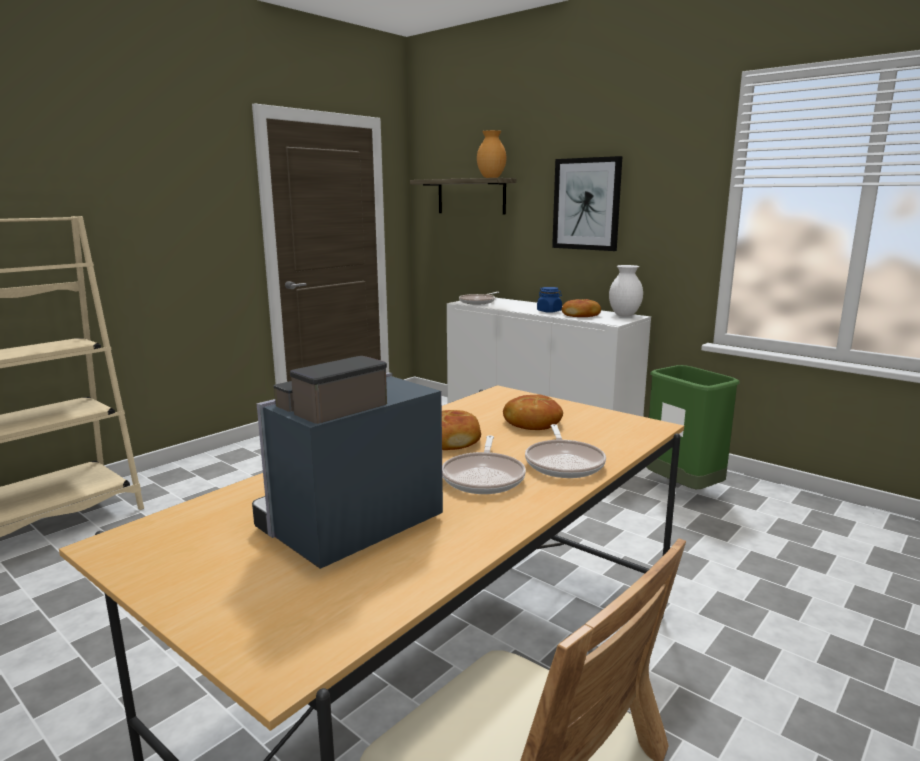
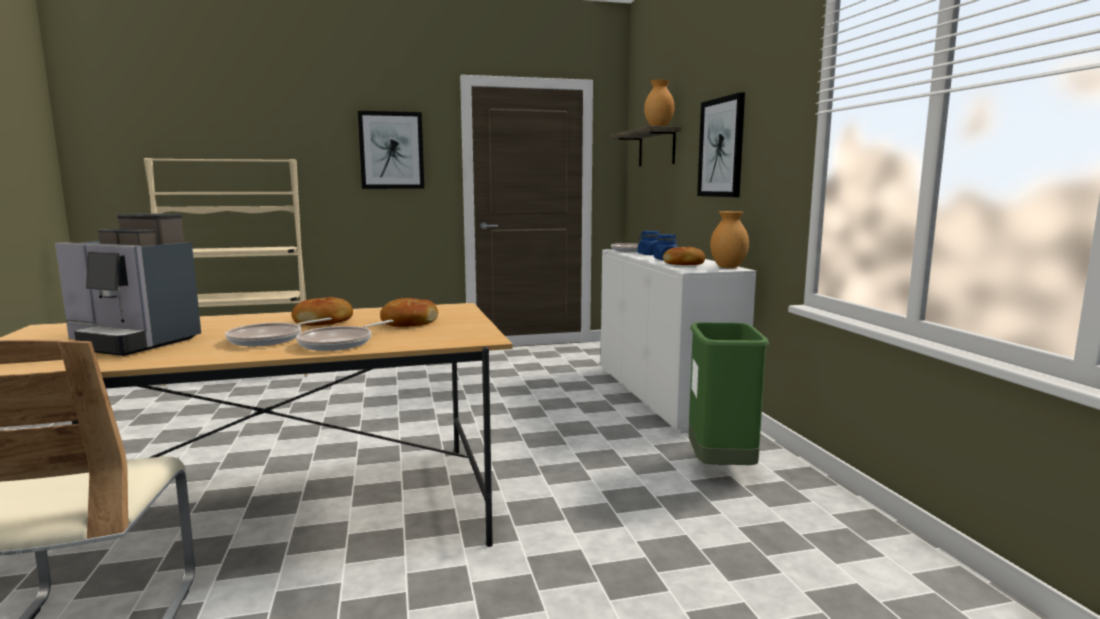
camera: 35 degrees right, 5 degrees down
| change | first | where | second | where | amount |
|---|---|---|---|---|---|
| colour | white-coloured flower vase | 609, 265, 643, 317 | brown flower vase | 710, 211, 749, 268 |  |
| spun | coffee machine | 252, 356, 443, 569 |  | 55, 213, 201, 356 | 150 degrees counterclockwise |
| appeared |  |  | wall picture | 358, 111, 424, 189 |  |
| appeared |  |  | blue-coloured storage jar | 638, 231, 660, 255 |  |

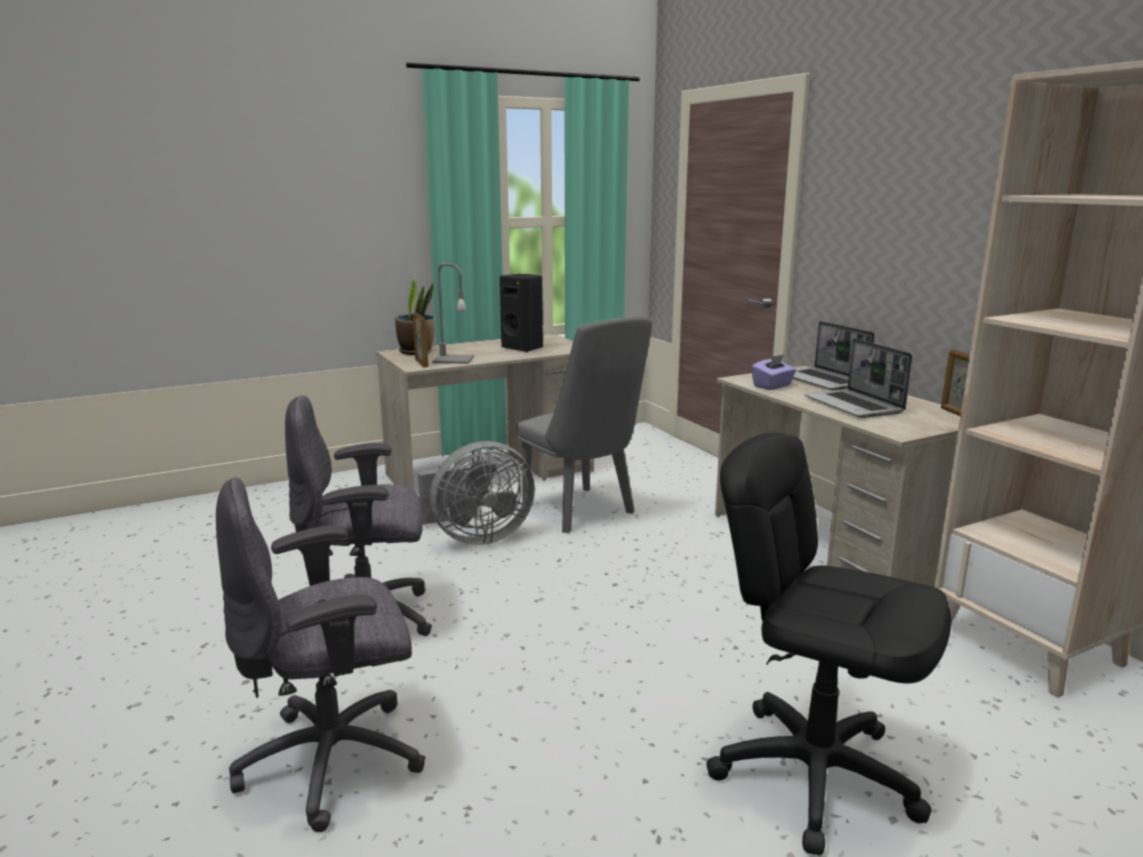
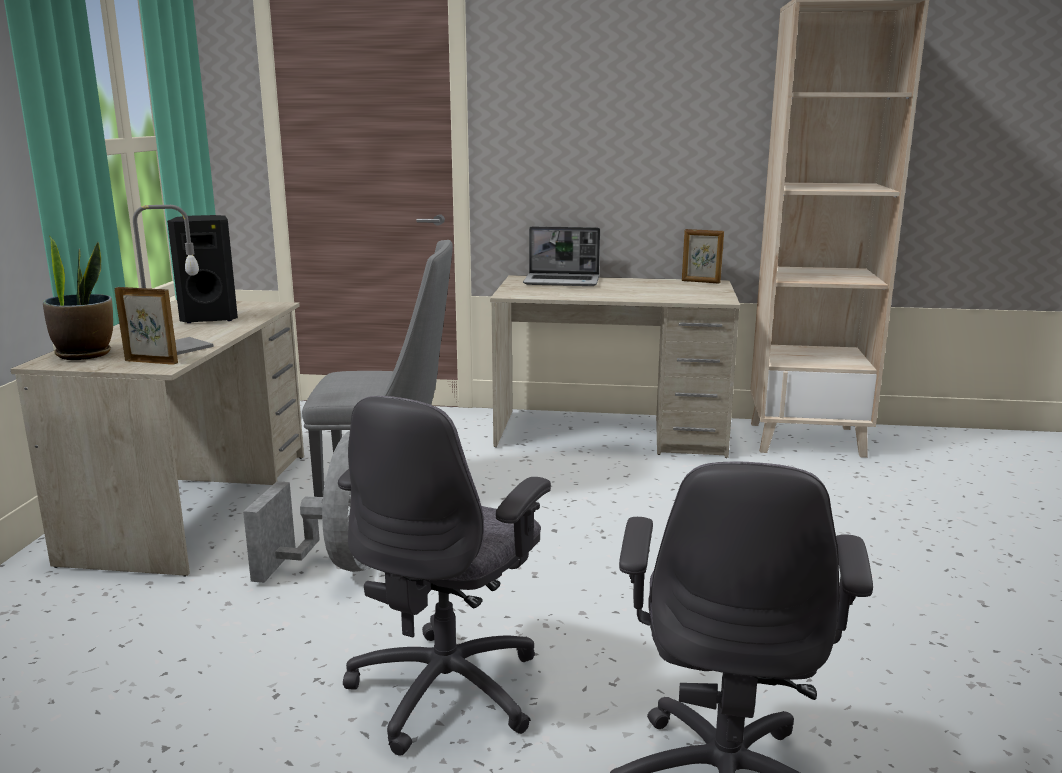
camera: 55 degrees left, 0 degrees up
| change | first | where | second | where | amount |
|---|---|---|---|---|---|
| missing | notebook computer | 804, 338, 912, 418 |  |  |  |
| missing | purple tissue holder | 751, 354, 796, 390 |  |  |  |
| missing | blackish office chair | 706, 432, 952, 856 |  |  |  |

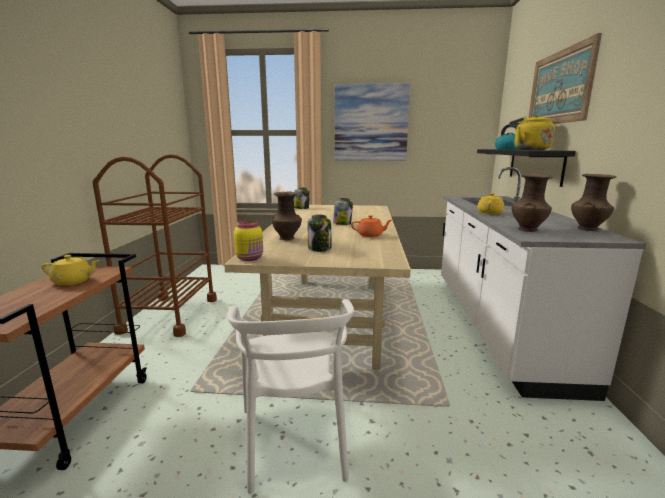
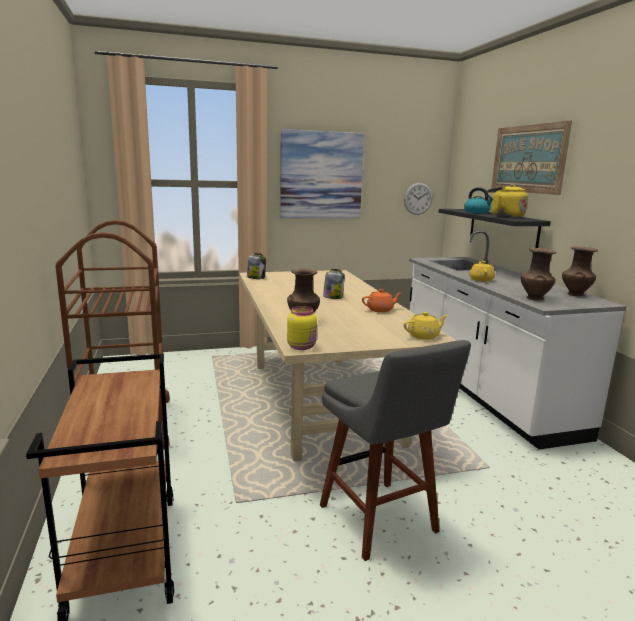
camera: 20 degrees left, 0 degrees up
| change | first | where | second | where | amount |
|---|---|---|---|---|---|
| missing | storage jar | 307, 214, 331, 252 |  |  |  |
| relocated | yellowish tea pot | 42, 255, 100, 285 |  | 404, 312, 448, 340 |  |
| exchanged | white-coloured chair | 227, 299, 354, 494 | grey sitting stool | 320, 340, 471, 561 |  |
| appeared |  |  | clock on the wall | 404, 183, 433, 215 |  |

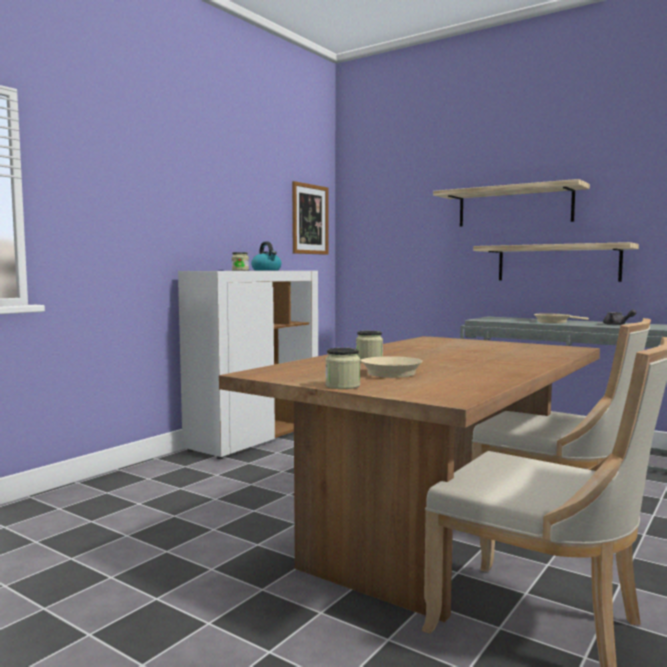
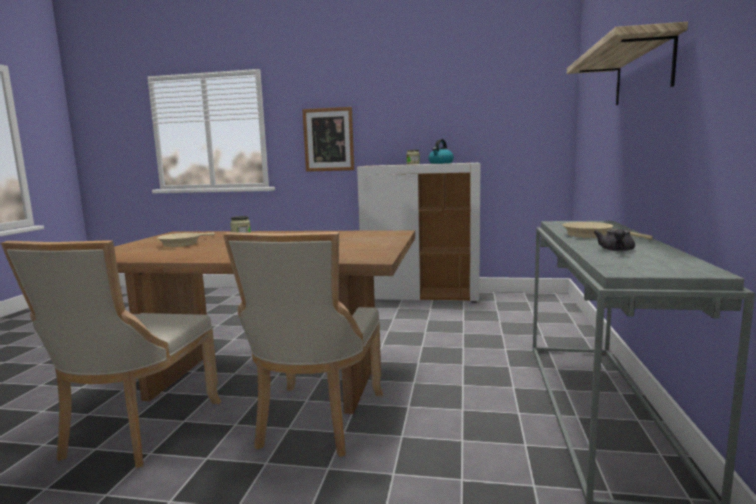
camera: 65 degrees right, 5 degrees up
| change | first | where | second | where | amount |
|---|---|---|---|---|---|
| relocated | wall picture | 292, 181, 328, 255 |  | 302, 107, 354, 172 |  |
| missing | bracket shelf | 473, 242, 639, 282 |  |  |  |
| missing | storage jar | 325, 348, 360, 389 |  |  |  |

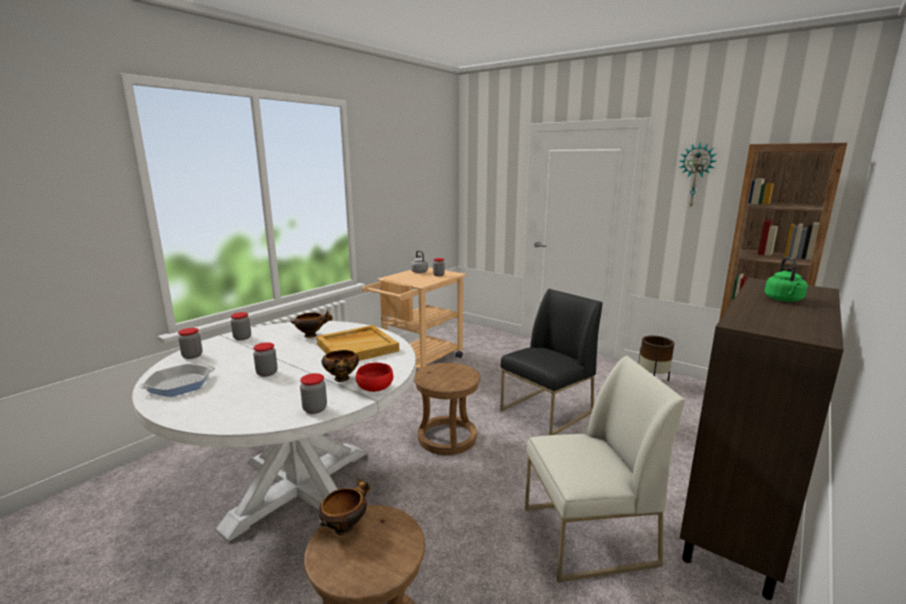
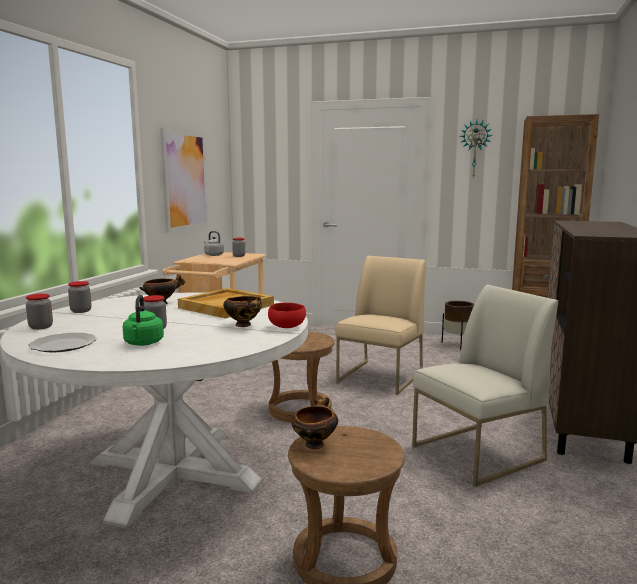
camera: 20 degrees left, 5 degrees down
| change | first | where | second | where | amount |
|---|---|---|---|---|---|
| relocated | greenish kettle | 765, 257, 808, 302 |  | 123, 295, 164, 346 |  |
| colour | blackish chair | 500, 289, 602, 435 | sand-coloured chair | 335, 256, 426, 395 |  |
| exchanged | pan | 138, 364, 215, 397 | dinner plate | 28, 333, 97, 352 |  |
| missing | storage jar | 300, 373, 327, 414 |  |  |  |
| appeared |  |  | wall picture | 160, 128, 208, 233 |  |

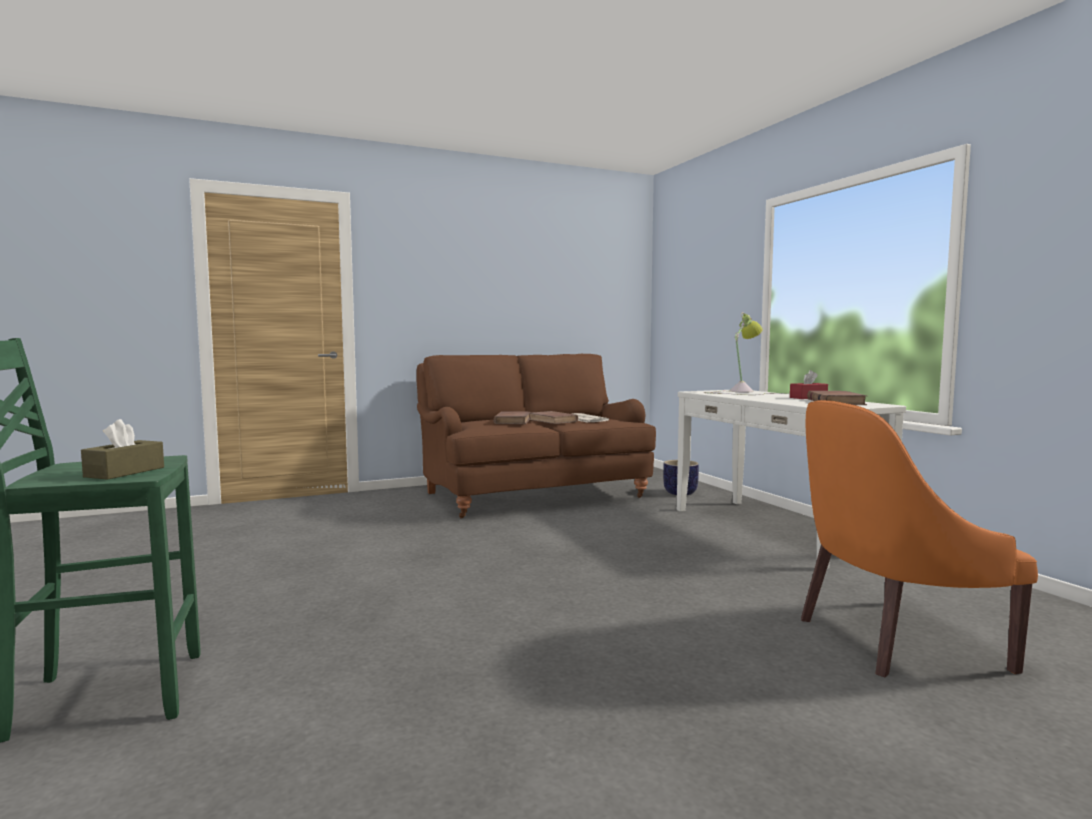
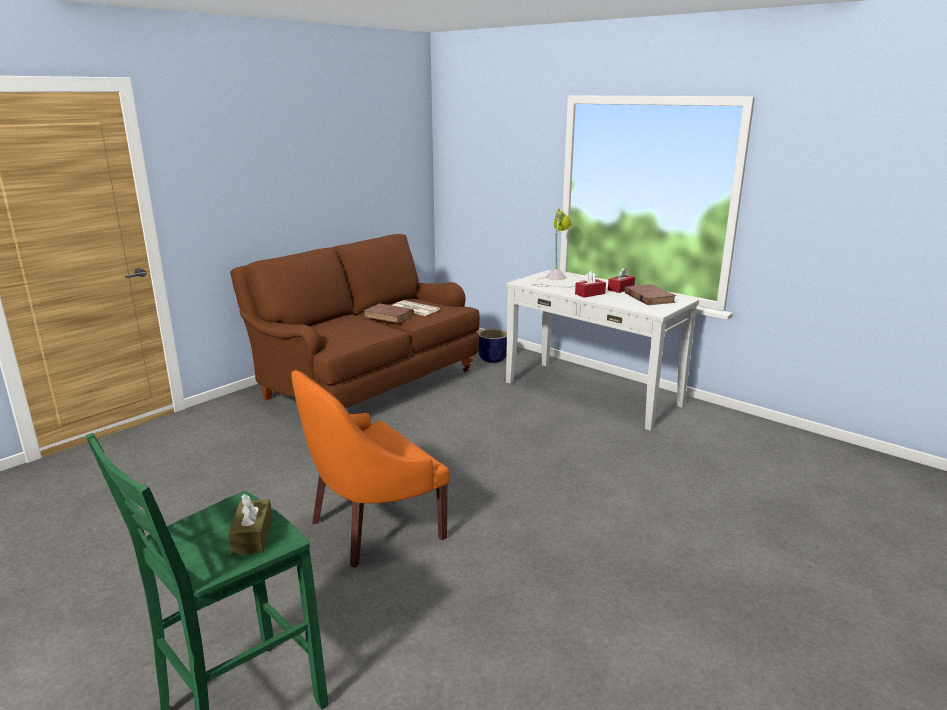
camera: 25 degrees left, 15 degrees up
| change | first | where | second | where | amount |
|---|---|---|---|---|---|
| relocated | orangey lounge chair | 801, 400, 1038, 677 |  | 291, 370, 450, 568 |  |
| missing | brown book | 493, 411, 531, 424 |  |  |  |
| appeared |  |  | red tissue holder | 575, 271, 606, 297 |  |

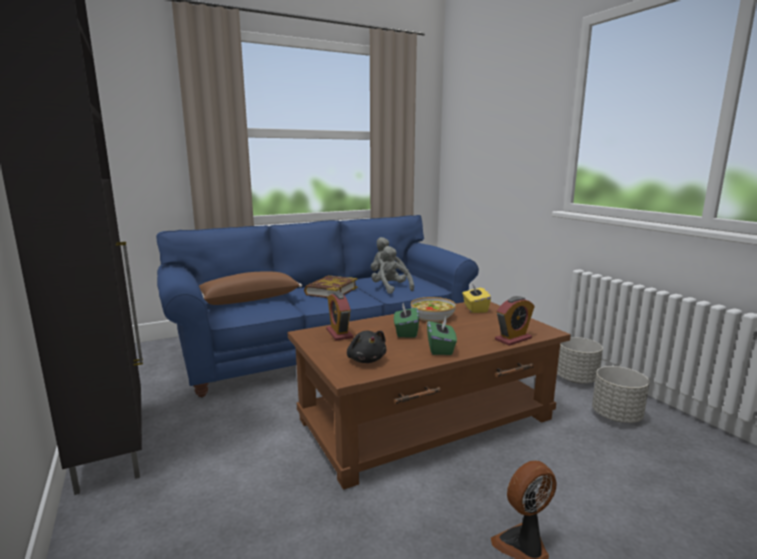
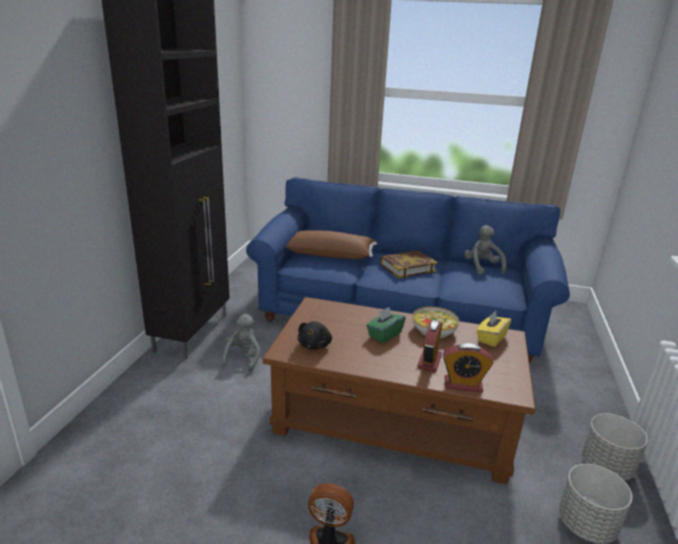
camera: 40 degrees right, 10 degrees up
| change | first | where | second | where | amount |
|---|---|---|---|---|---|
| relocated | grey soft toy | 371, 246, 414, 294 |  | 221, 314, 261, 372 |  |
| relocated | bedside clock | 326, 292, 353, 341 |  | 417, 320, 442, 372 |  |
| missing | greenish tissue holder | 427, 317, 457, 355 |  |  |  |

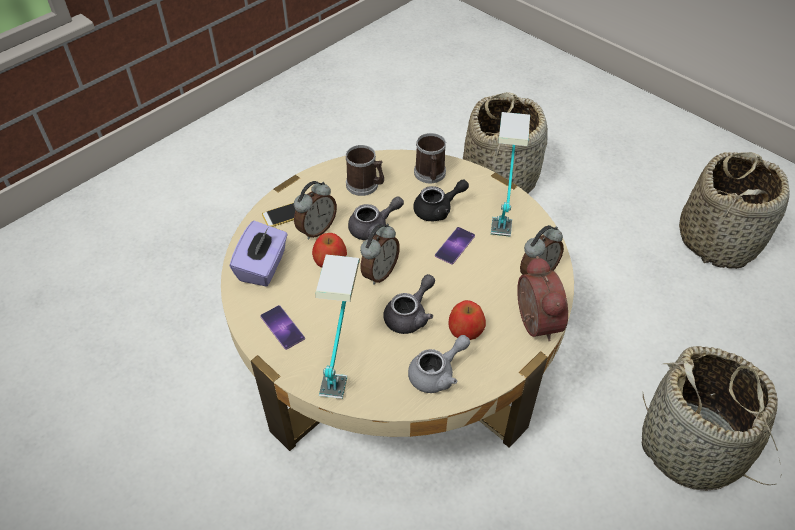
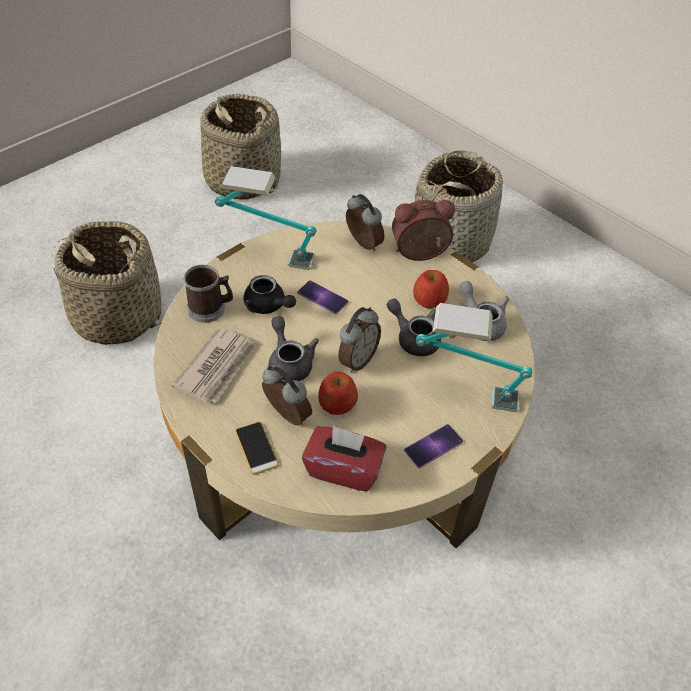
camera: 90 degrees left, 0 degrees up
| change | first | where | second | where | amount |
|---|---|---|---|---|---|
| exchanged | coffee mug | 346, 145, 384, 196 | daily paper | 172, 327, 256, 403 |  |
| spun | blackish tea pot | 413, 179, 469, 221 |  | 243, 275, 296, 314 | 150 degrees clockwise |
| colour | purple tissue holder | 230, 221, 288, 287 | red tissue holder | 302, 426, 387, 492 |  |
| spun | bedside clock | 360, 224, 400, 285 |  | 338, 307, 381, 373 | 90 degrees clockwise |

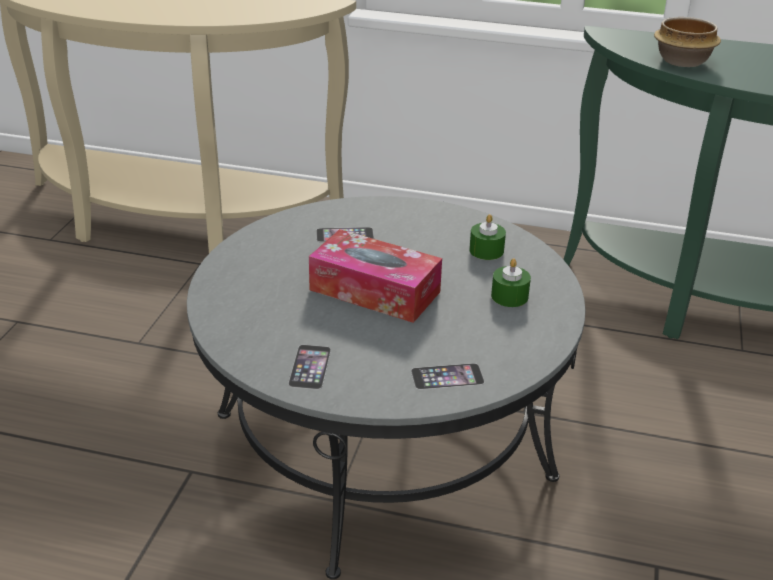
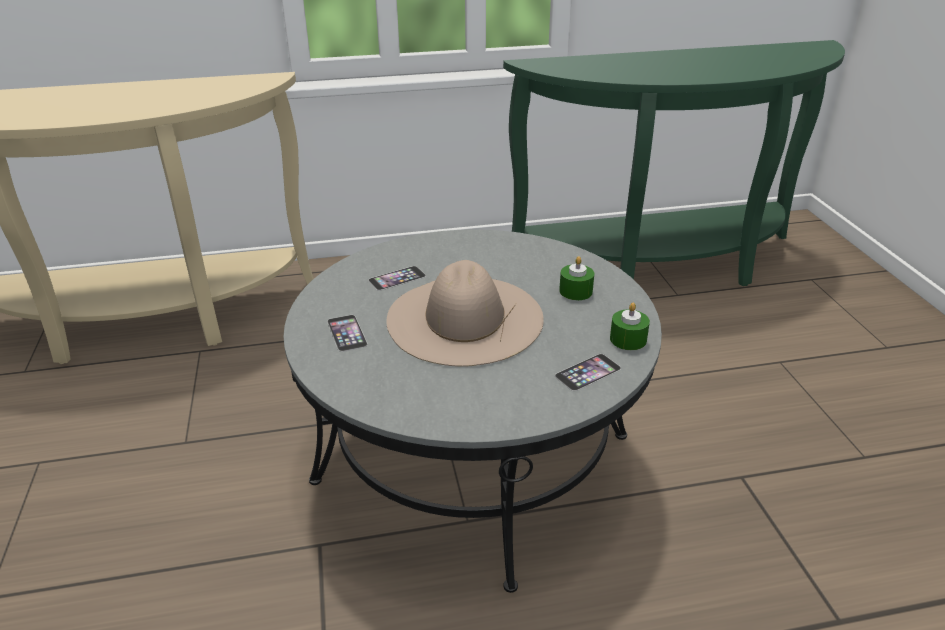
camera: 25 degrees left, 0 degrees up
| change | first | where | second | where | amount |
|---|---|---|---|---|---|
| missing | deep dish | 654, 17, 721, 67 |  |  |  |
| relocated | greenish candle | 469, 214, 506, 260 |  | 610, 302, 650, 350 |  |
| exchanged | tissue holder | 309, 229, 442, 323 | sand-coloured hat | 387, 260, 544, 367 |  |
| relocated | phone | 288, 345, 331, 390 |  | 327, 315, 368, 352 |  |

